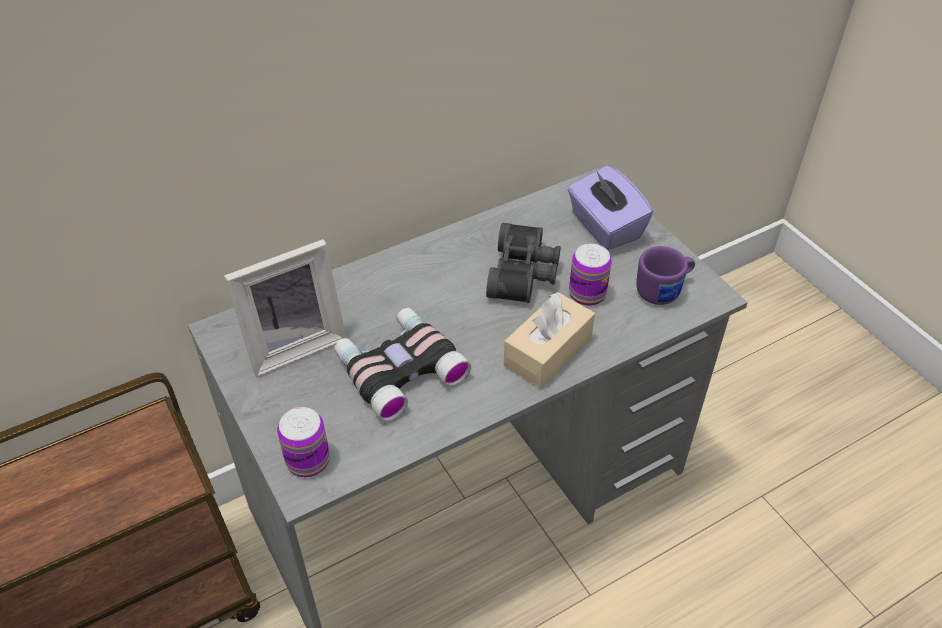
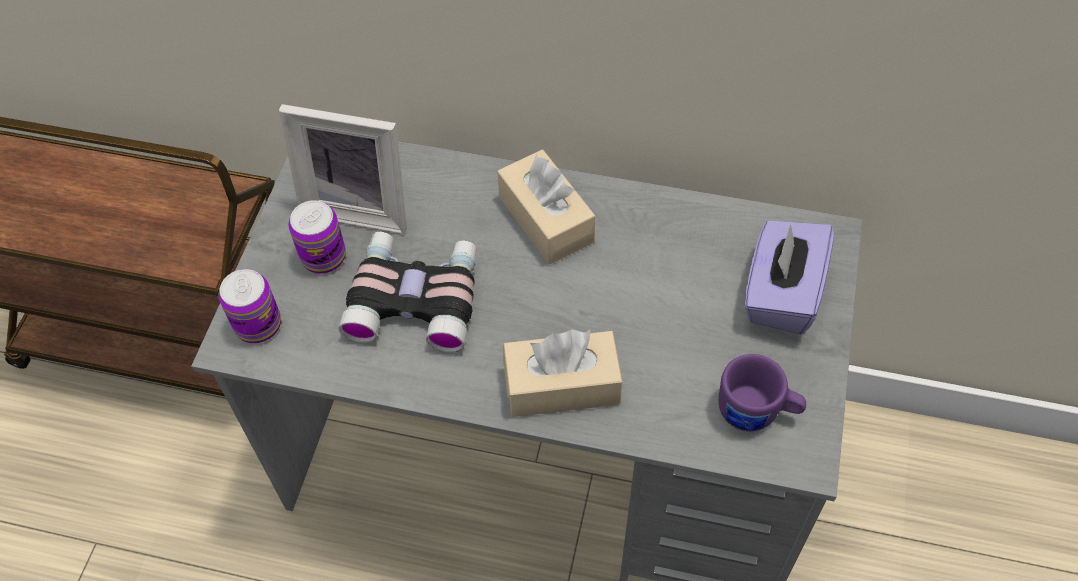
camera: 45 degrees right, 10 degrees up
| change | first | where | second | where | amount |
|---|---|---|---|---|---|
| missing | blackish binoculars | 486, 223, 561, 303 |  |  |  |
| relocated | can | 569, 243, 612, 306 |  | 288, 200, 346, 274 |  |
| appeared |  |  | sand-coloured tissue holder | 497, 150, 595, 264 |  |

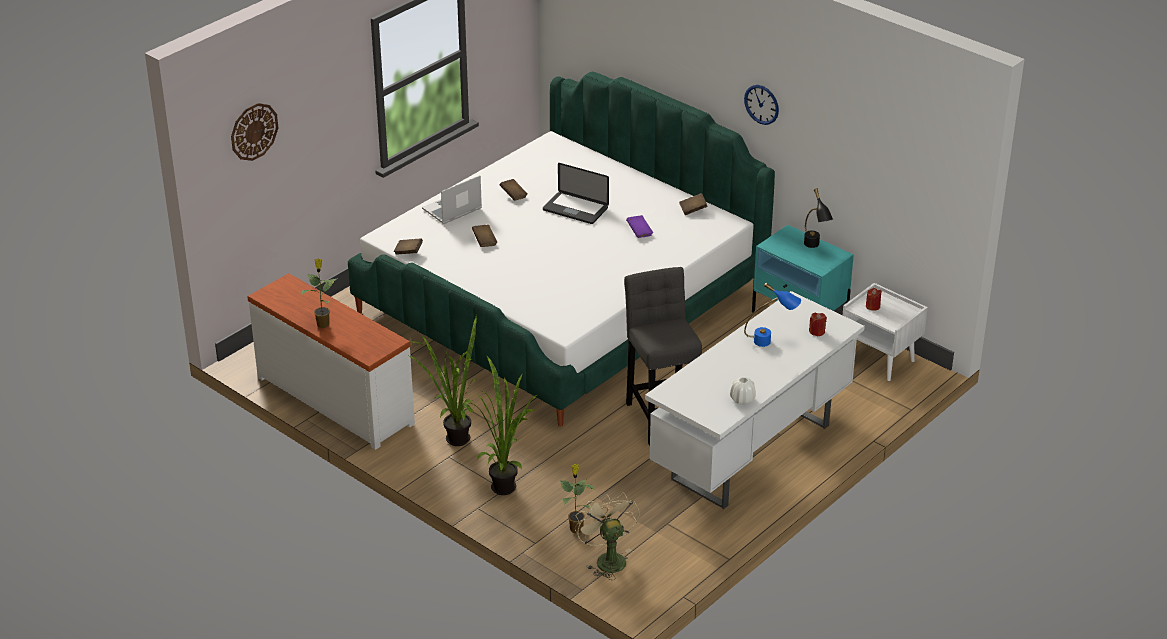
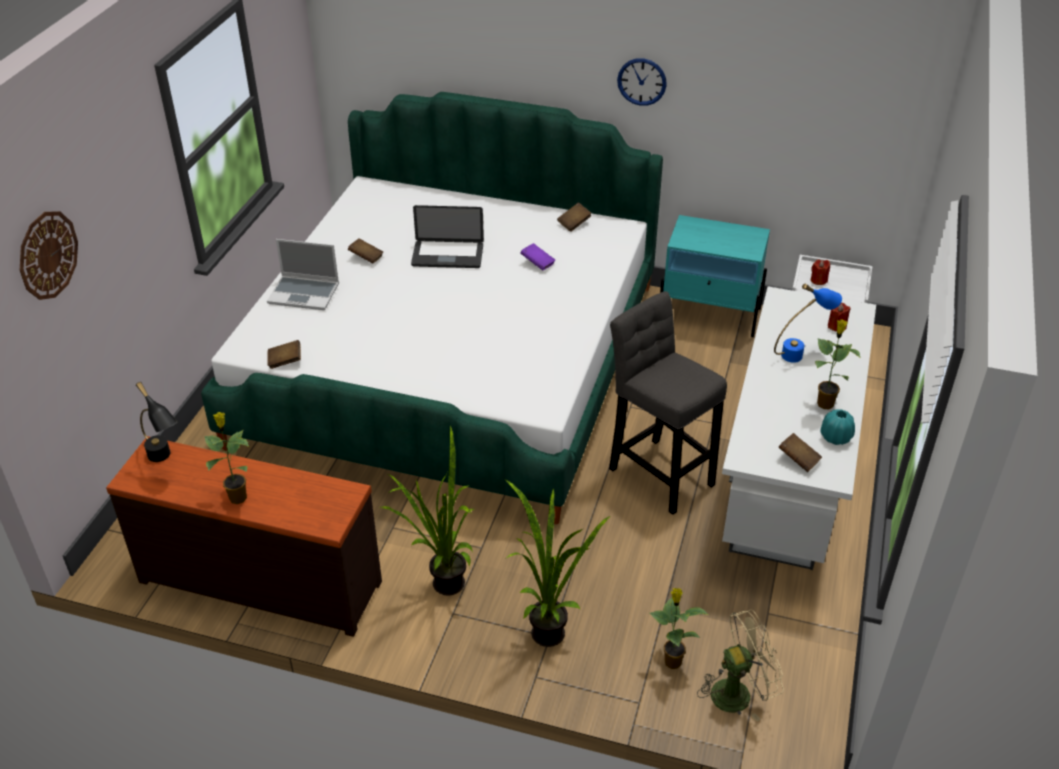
camera: 25 degrees left, 5 degrees up
| change | first | where | second | where | amount |
|---|---|---|---|---|---|
| spun | notebook computer | 422, 175, 482, 224 |  | 267, 239, 339, 310 | 105 degrees counterclockwise |
| relocated | blackish lamp for a table | 804, 189, 833, 248 |  | 136, 382, 177, 462 |  |
| relocated | brown book | 472, 224, 497, 247 |  | 778, 433, 822, 472 |  |
| colour | white-coloured drawer chest | 247, 273, 415, 450 | brown drawer chest | 106, 436, 382, 637 |  |
| colour | white-coloured flower vase | 730, 377, 756, 405 | turquoise-coloured flower vase | 820, 409, 855, 445 |  |
| spun | sand-coloured cooling fan | 575, 492, 639, 580 |  | 697, 610, 784, 722 | 120 degrees clockwise |
| appeared |  |  | houseplant | 815, 319, 861, 409 |  |

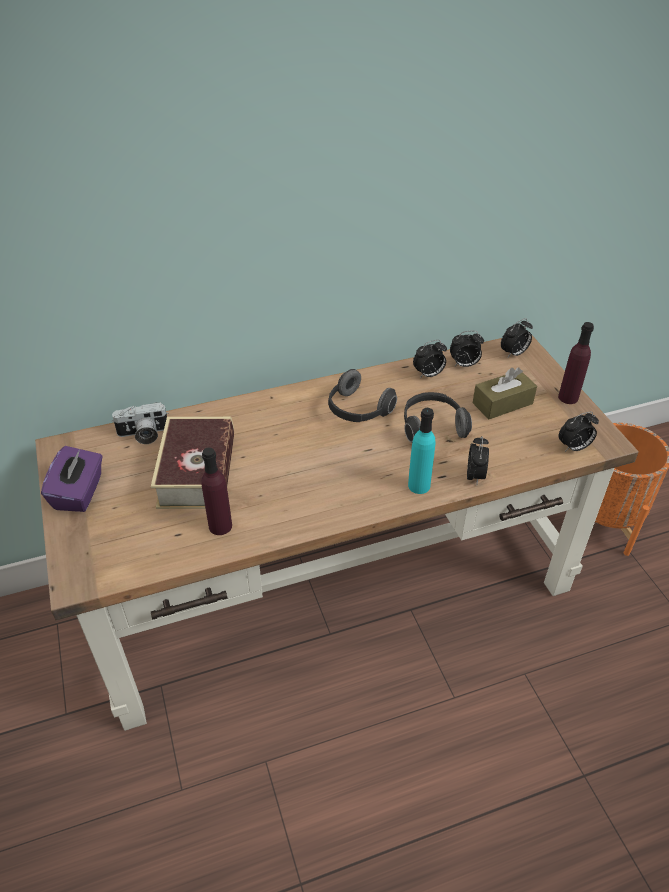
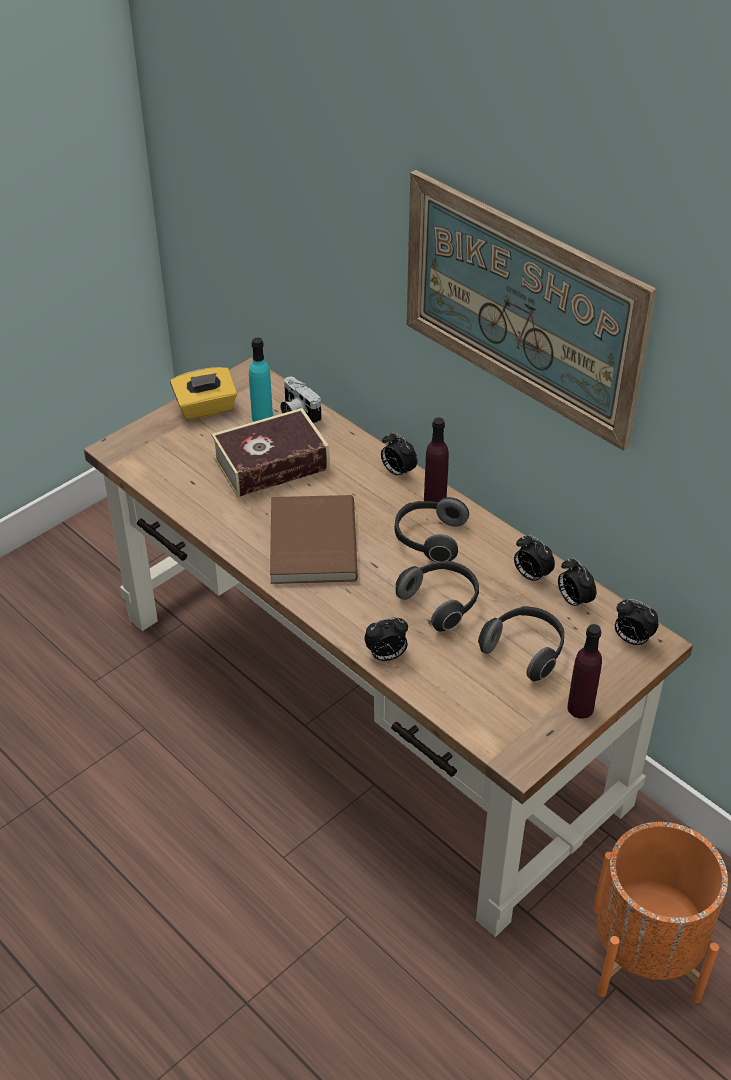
camera: 65 degrees right, 0 degrees up
| change | first | where | second | where | amount |
|---|---|---|---|---|---|
| exchanged | brown tissue holder | 473, 368, 537, 419 | pair of headphones | 478, 606, 564, 681 |  |
| relocated | turquoise-coloured beverage bottle | 408, 408, 436, 494 |  | 249, 337, 273, 422 |  |
| relocated | bedside clock | 559, 412, 599, 452 |  | 381, 432, 417, 478 |  |
| colour | purple tissue holder | 41, 446, 102, 512 | yellowish tissue holder | 170, 367, 237, 420 |  |
| relocated | purple beverage bottle | 202, 447, 232, 535 |  | 424, 417, 449, 502 |  |
| appeared |  |  | wall picture | 407, 170, 656, 451 |  |
| appeared |  |  | brown book | 270, 495, 358, 584 |  |

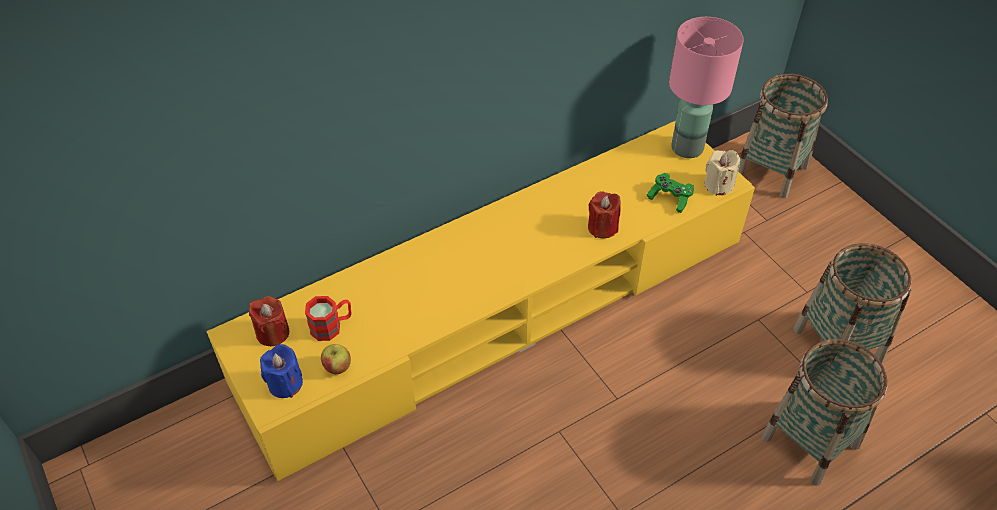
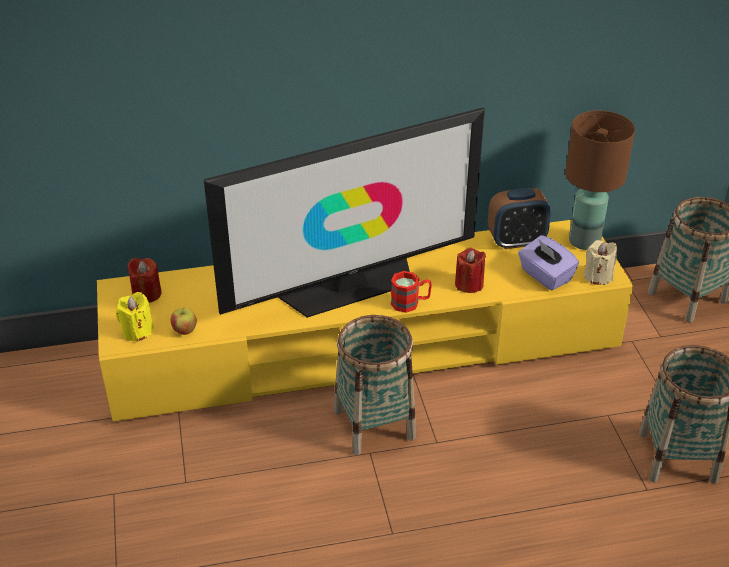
camera: 20 degrees right, 10 degrees down
| change | first | where | second | where | amount |
|---|---|---|---|---|---|
| colour | pinkish lamp for a table | 669, 17, 744, 158 | brown lamp for a table | 565, 110, 635, 250 |  |
| exchanged | greenish joypad | 647, 173, 694, 213 | purple tissue holder | 518, 235, 579, 290 |  |
| relocated | red coffee mug | 305, 296, 352, 341 |  | 391, 271, 432, 313 |  |
| relocated | basket | 761, 339, 888, 486 |  | 334, 315, 416, 455 |  |
| colour | blue-coloured candle | 260, 344, 303, 398 | yellowish candle | 116, 292, 154, 342 |  |
| appeared |  |  | TV | 204, 108, 485, 318 |  |
| appeared |  |  | bedside clock | 488, 188, 551, 249 |  |

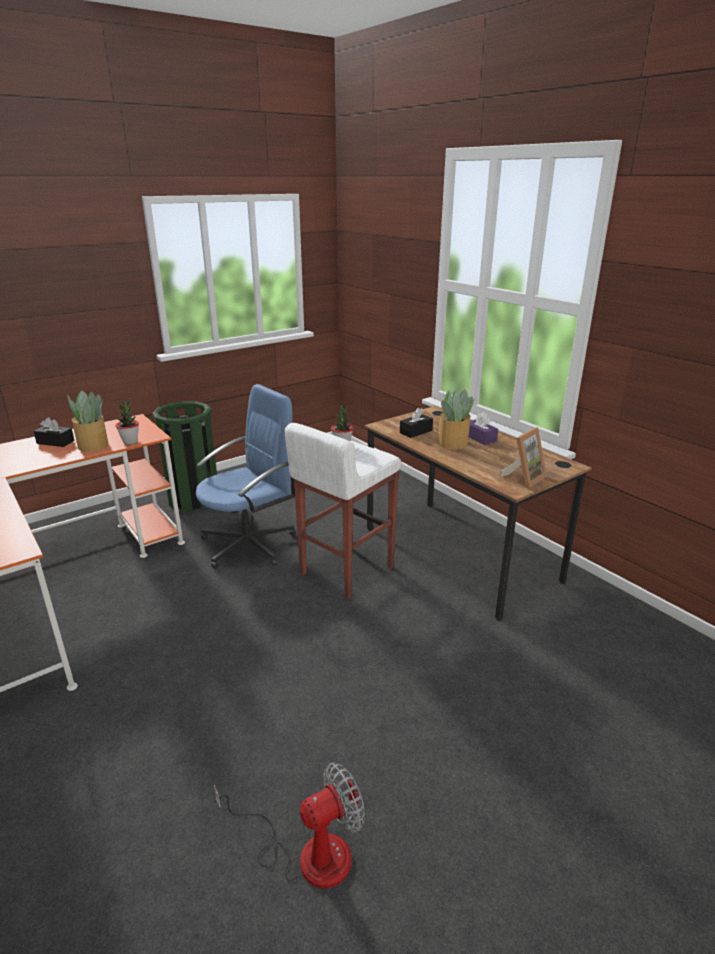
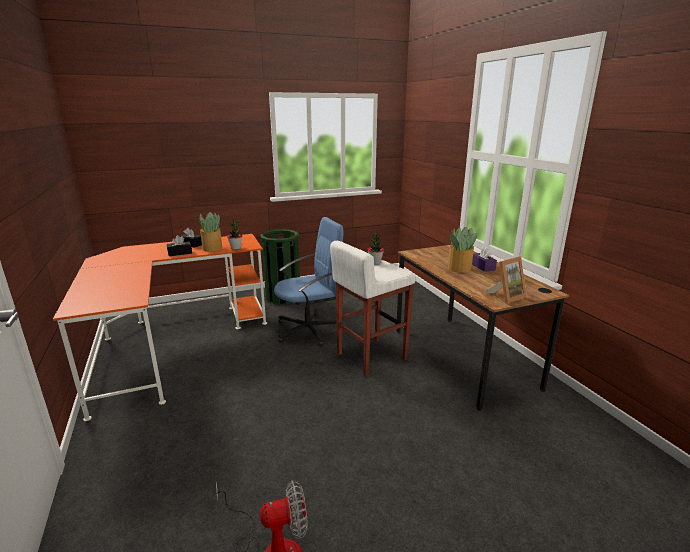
camera: 15 degrees right, 5 degrees down
| change | first | where | second | where | amount |
|---|---|---|---|---|---|
| relocated | blackish tissue holder | 400, 407, 433, 438 |  | 167, 235, 192, 256 |  |

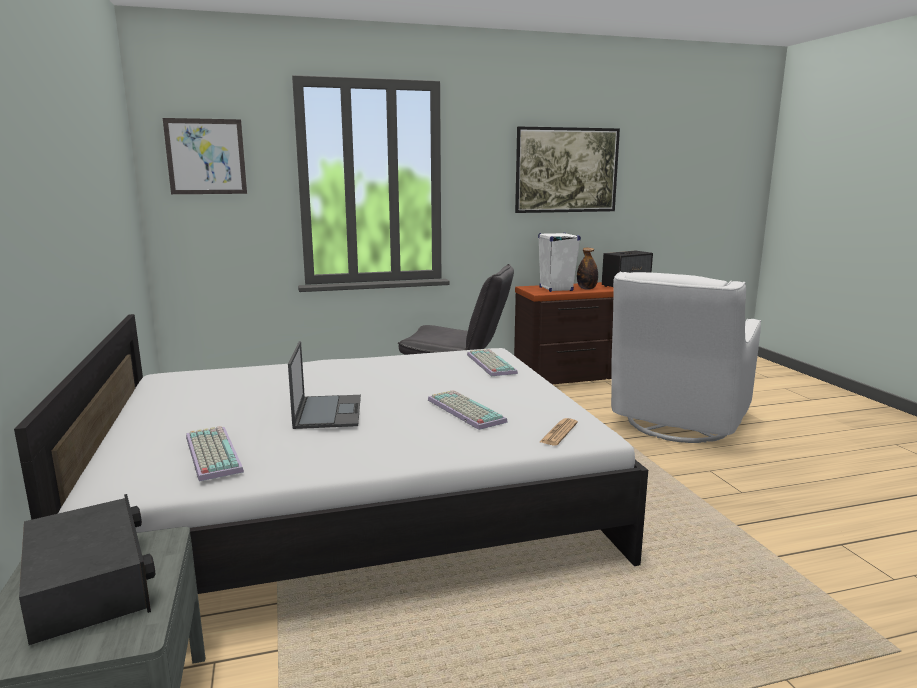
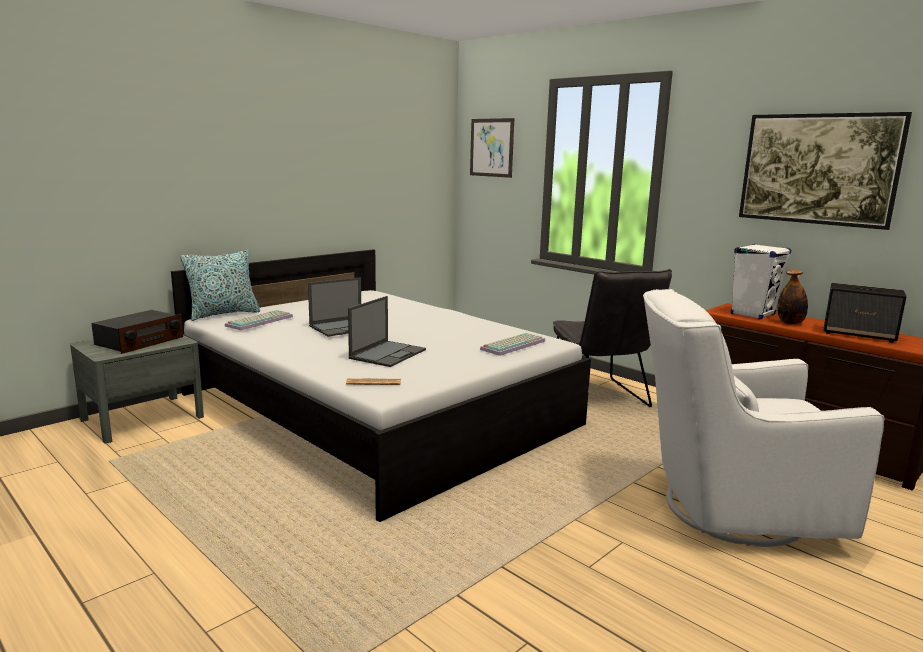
camera: 60 degrees right, 0 degrees up
| change | first | where | second | where | amount |
|---|---|---|---|---|---|
| exchanged | keyboard | 428, 390, 508, 430 | notebook computer | 348, 296, 426, 367 |  |
| appeared |  |  | cushion | 180, 250, 260, 321 |  |

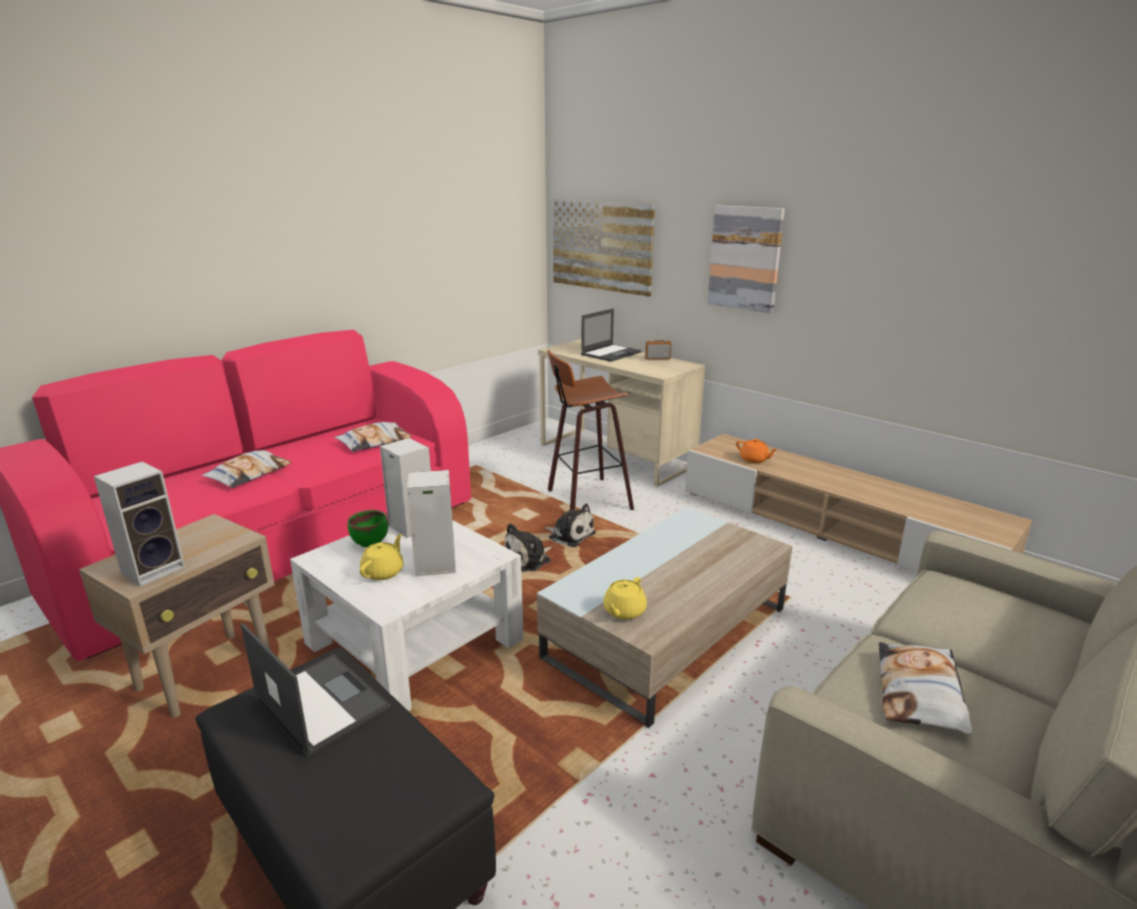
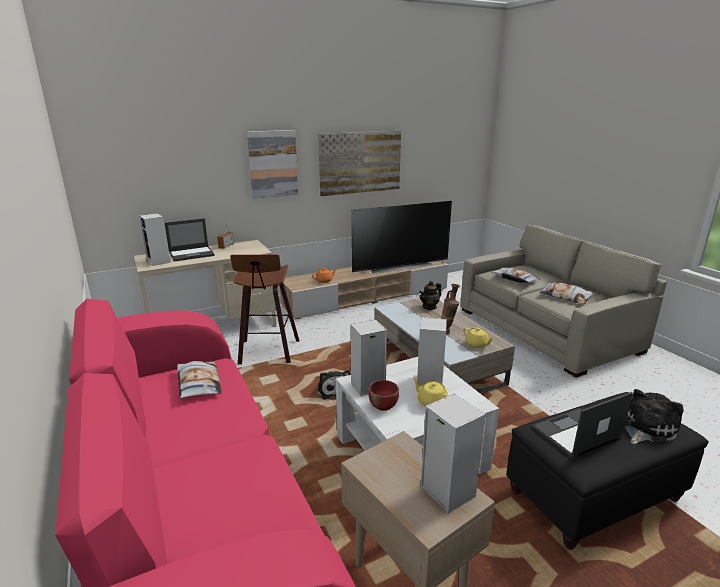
camera: 70 degrees left, 0 degrees up
| change | first | where | second | where | amount |
|---|---|---|---|---|---|
| relocated | wall picture | 553, 199, 655, 296 |  | 318, 131, 401, 196 |  |
| spun | notebook computer | 581, 309, 641, 362 |  | 165, 218, 215, 262 | 90 degrees clockwise |
| relocated | cushion | 201, 450, 292, 488 |  | 492, 268, 540, 283 |  |
| relocated | soft toy | 545, 504, 596, 547 |  | 624, 389, 684, 444 |  |
| colour | greenish deep dish | 347, 510, 388, 547 | red deep dish | 368, 380, 399, 411 |  |
| appeared |  |  | TV | 352, 201, 452, 274 |  |
| appeared |  |  | speaker | 139, 213, 170, 266 |  |
| appeared |  |  | tea pot | 419, 281, 441, 310 |  |
| appeared |  |  | flower vase | 441, 284, 460, 334 |  |

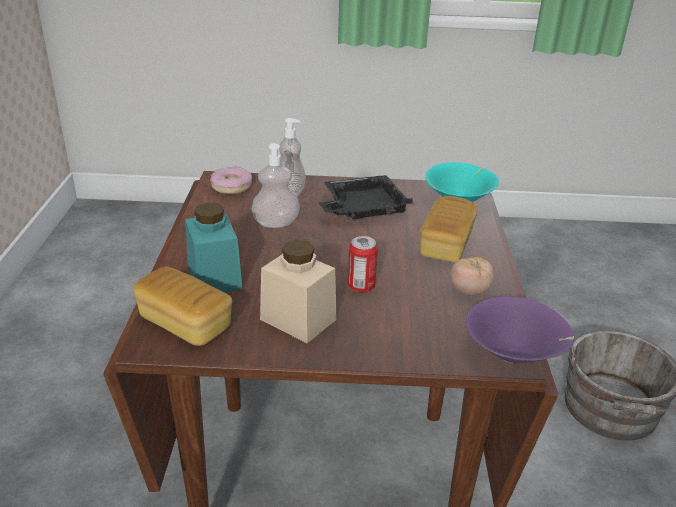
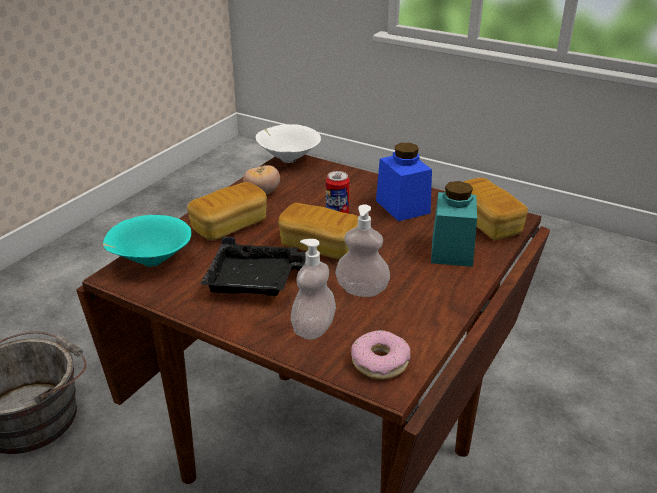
camera: 150 degrees left, 0 degrees up
| change | first | where | second | where | amount |
|---|---|---|---|---|---|
| colour | sand-coloured storage jar | 260, 239, 337, 343 | blue-coloured storage jar | 376, 143, 432, 221 |  |
| colour | purple deep dish | 466, 296, 574, 364 | white-coloured deep dish | 256, 124, 321, 163 |  |
| appeared |  |  | bread | 278, 203, 358, 260 |  |

